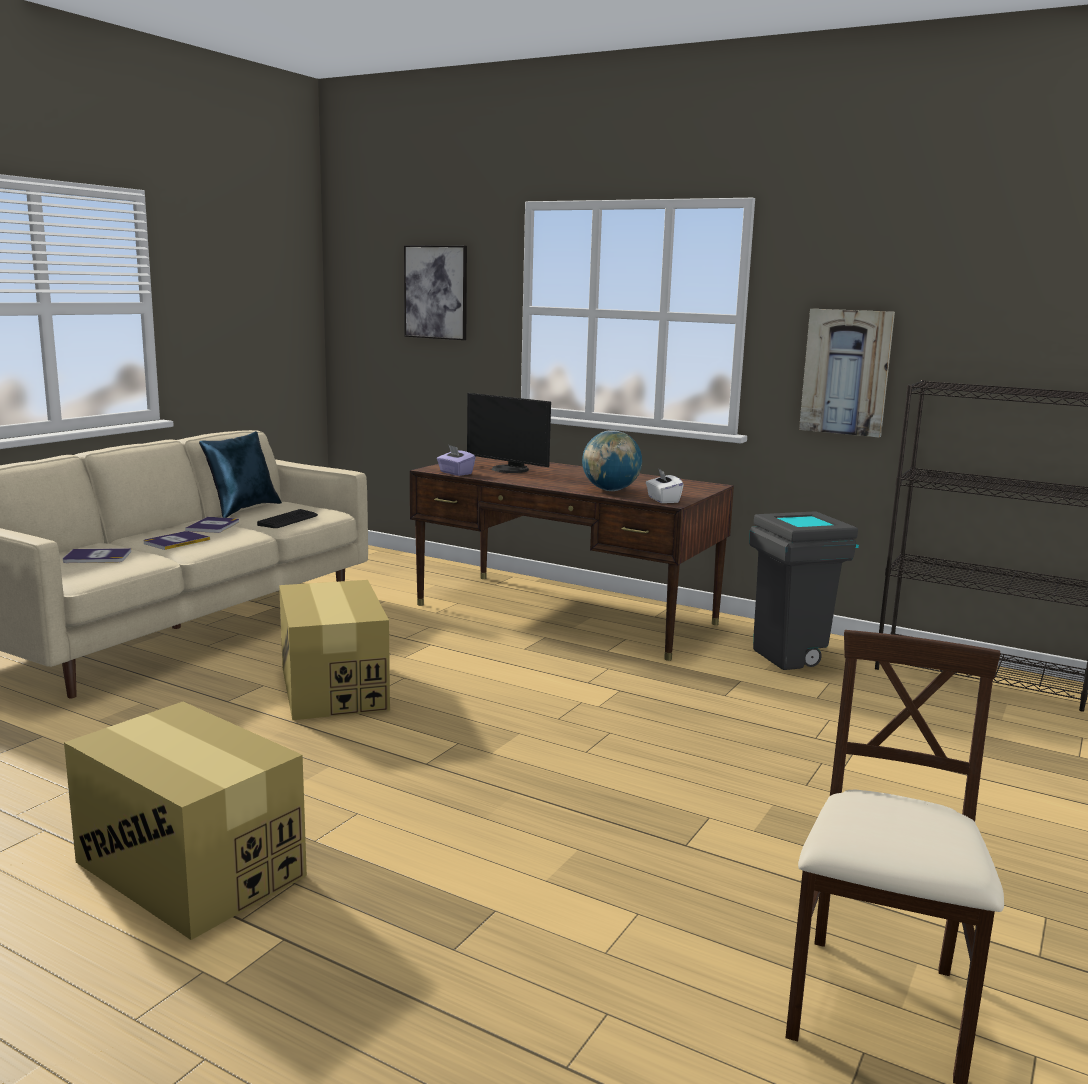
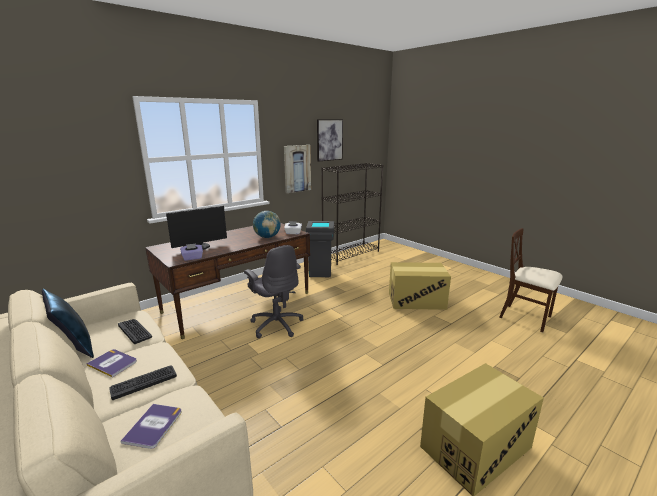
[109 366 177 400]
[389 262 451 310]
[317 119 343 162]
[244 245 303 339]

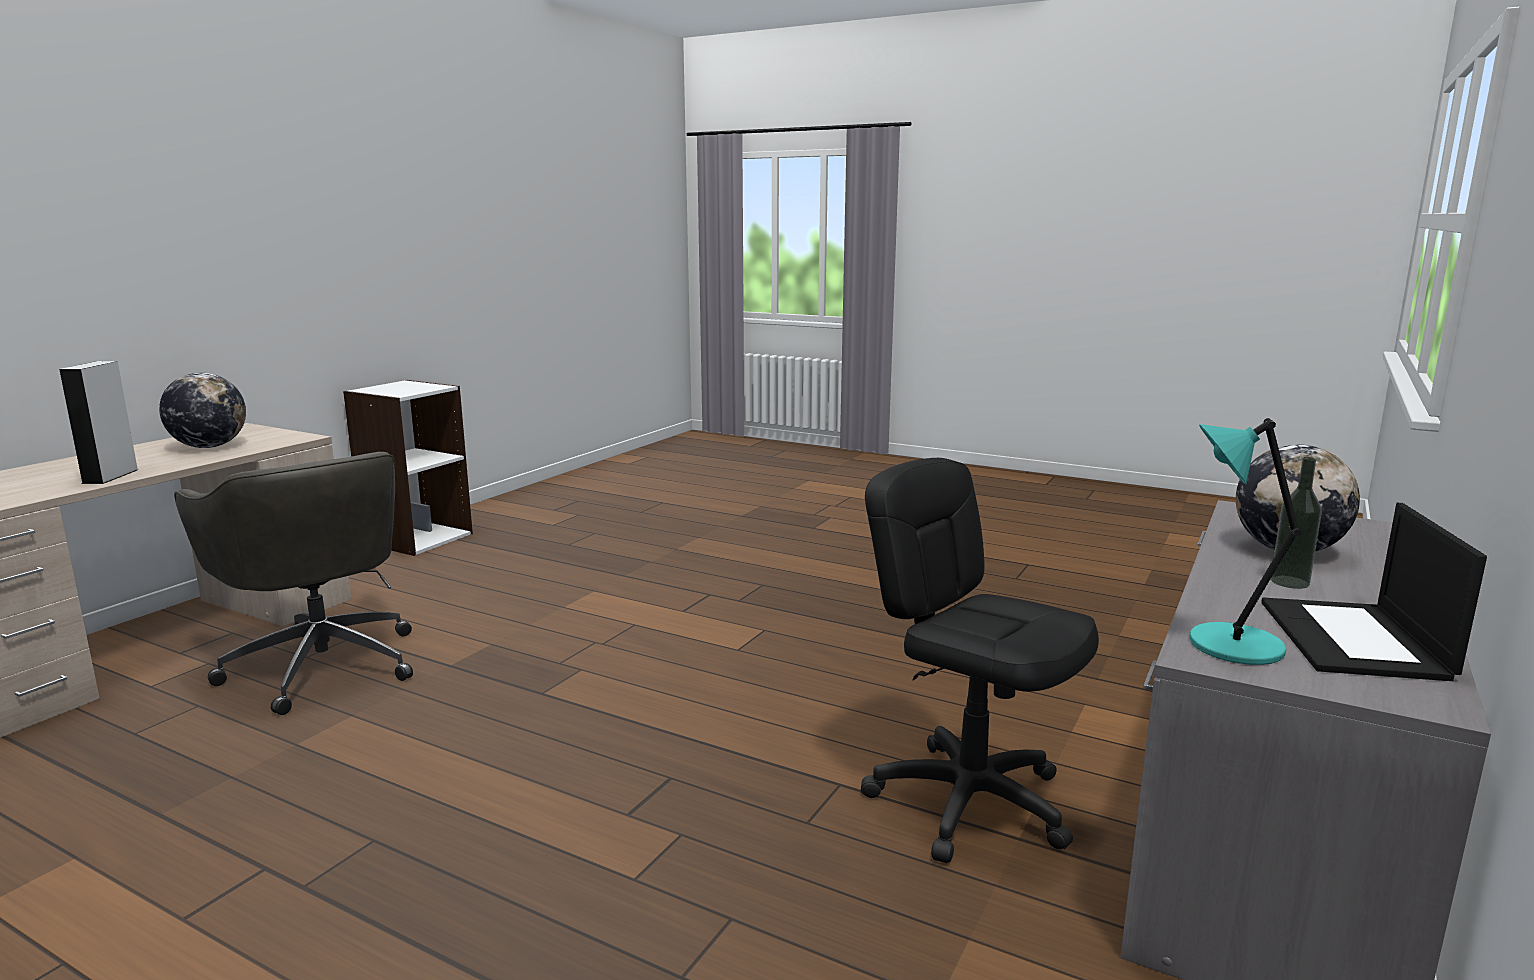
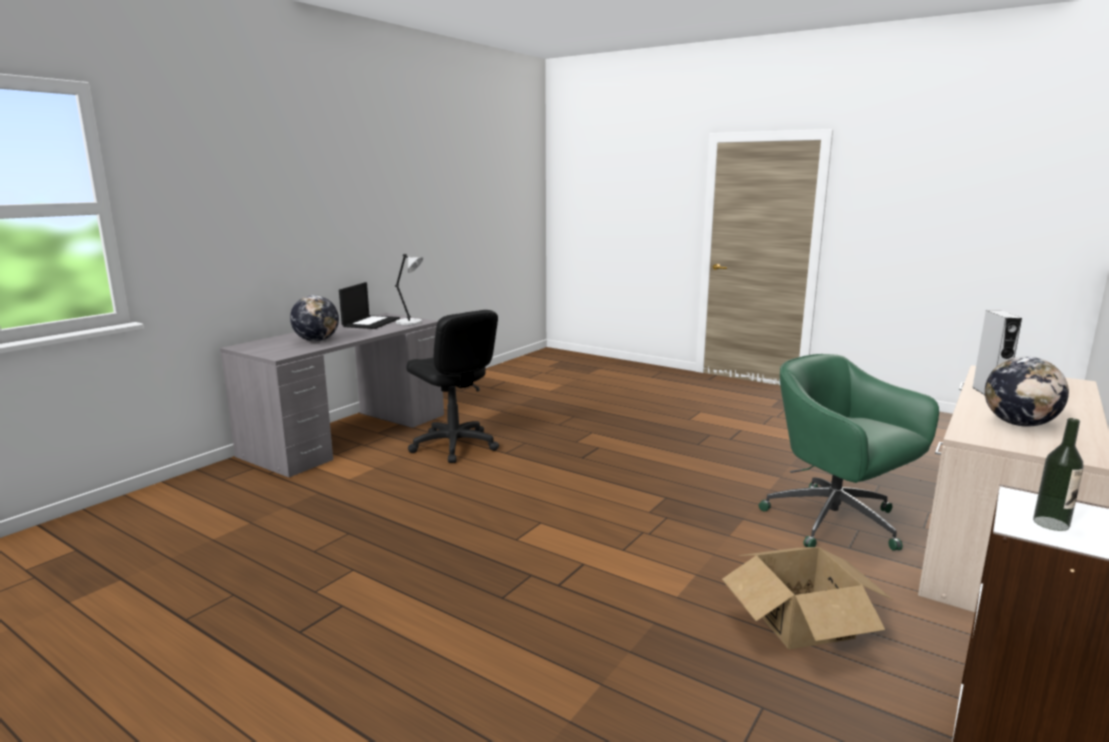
[759 354 939 551]
[395 254 423 325]
[1033 418 1084 531]
[722 547 893 649]

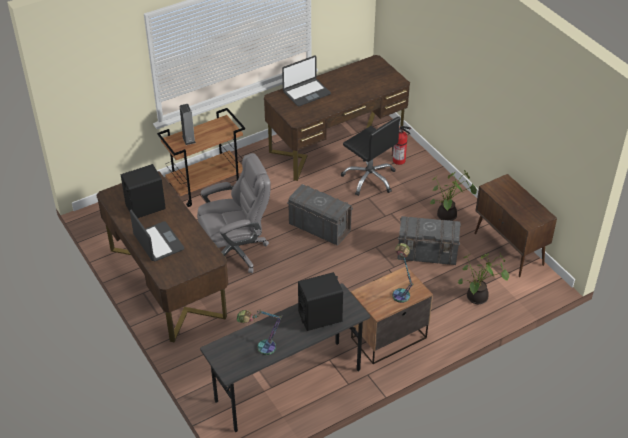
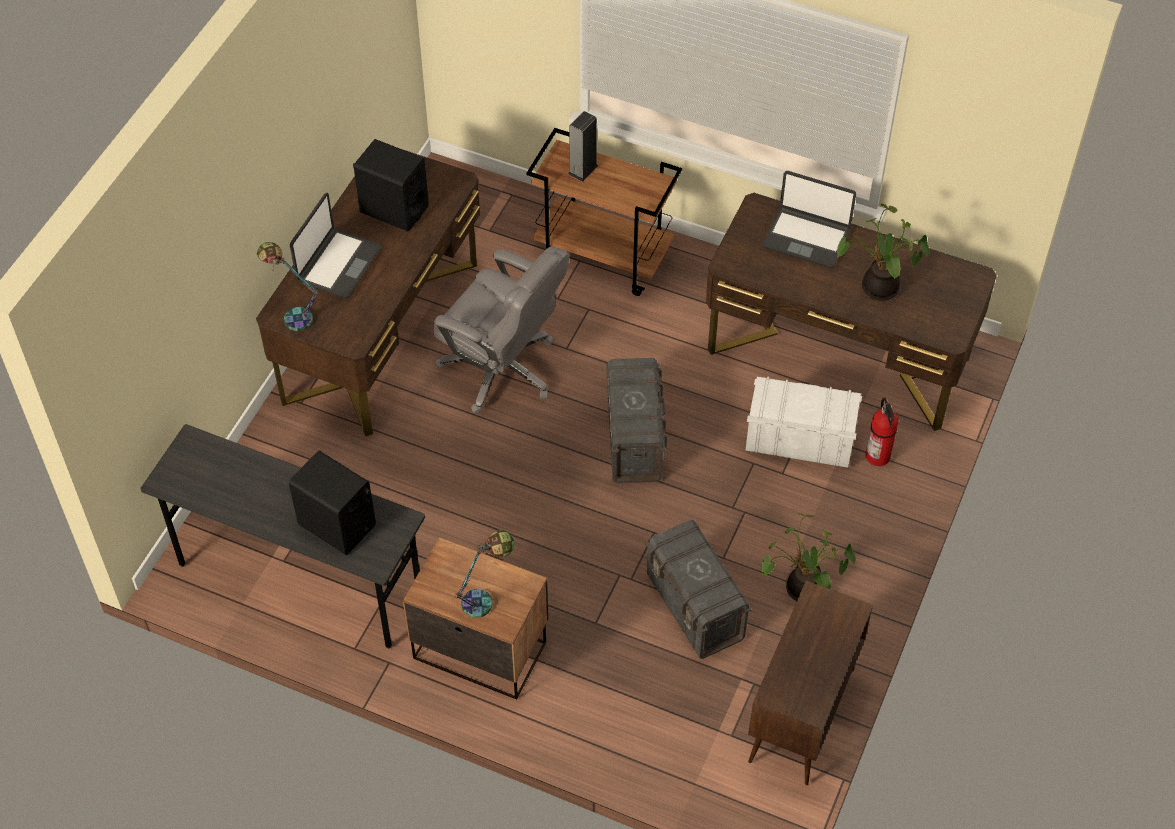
[257 242 320 331]
[746 376 862 468]
[837 204 930 301]

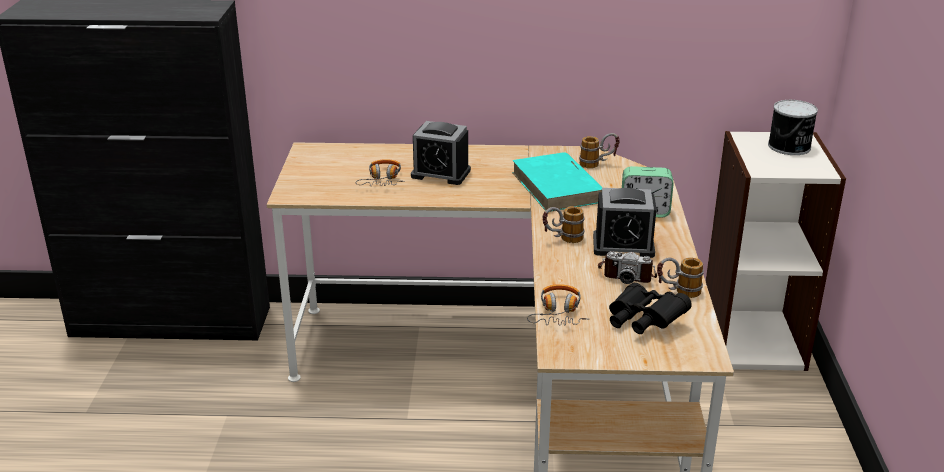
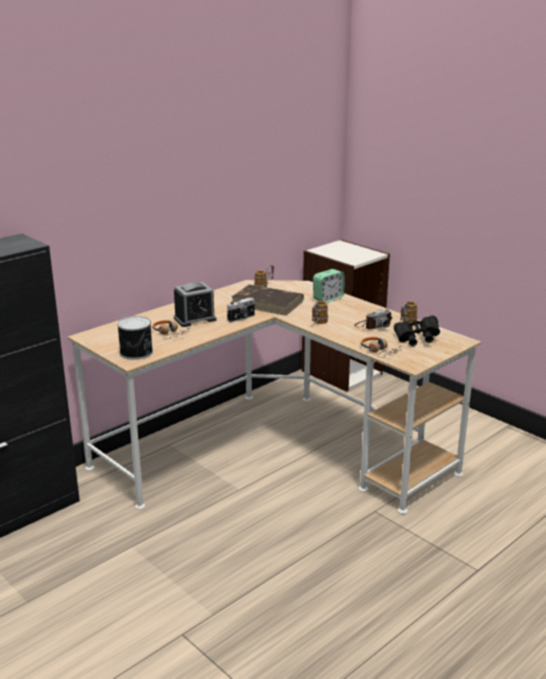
[232 284 304 316]
[593 188 656 258] (first image)
[117 316 153 360]
[227 298 255 323]

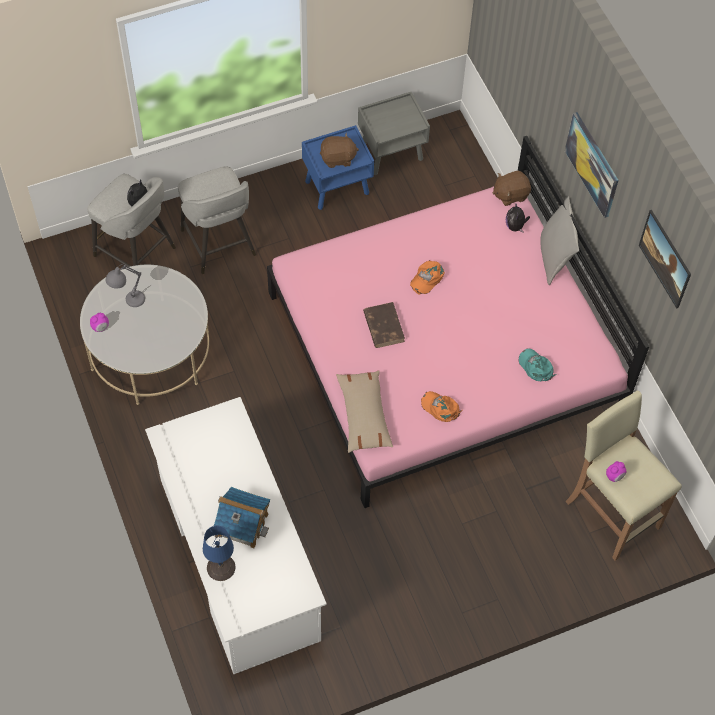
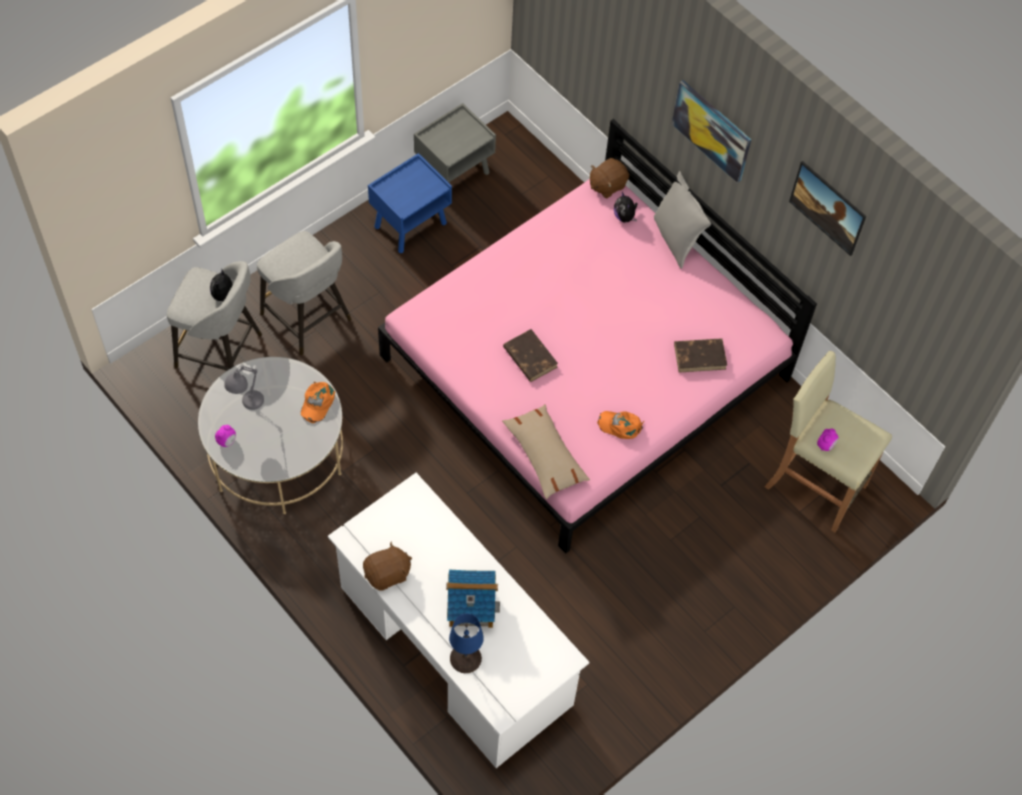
[363 542 412 591]
[301 382 335 423]
[674 338 727 372]

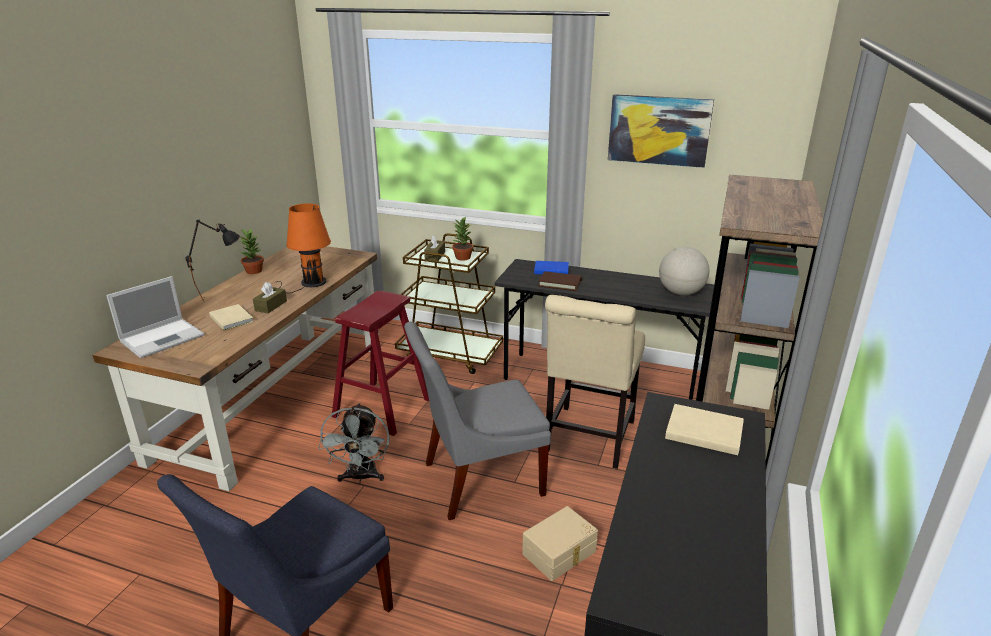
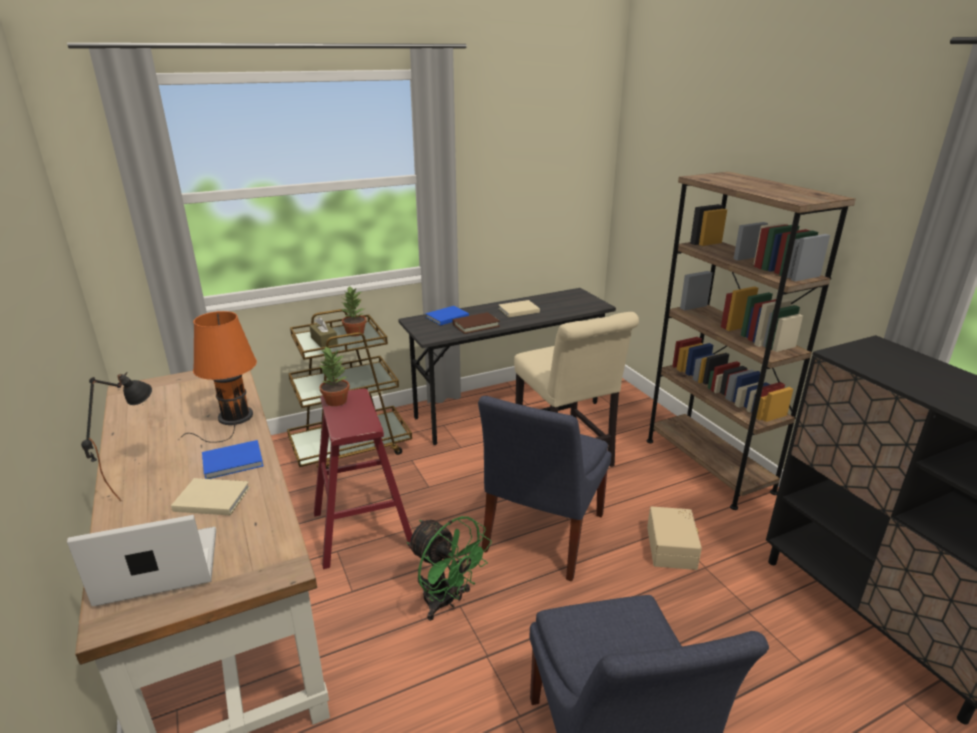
[67 515 216 606]
[319 347 350 406]
[202 440 263 479]
[407 516 492 621]
[478 396 612 581]
[608 94 714 168] (first image)
[659 247 709 295] (first image)
[498 300 540 317]

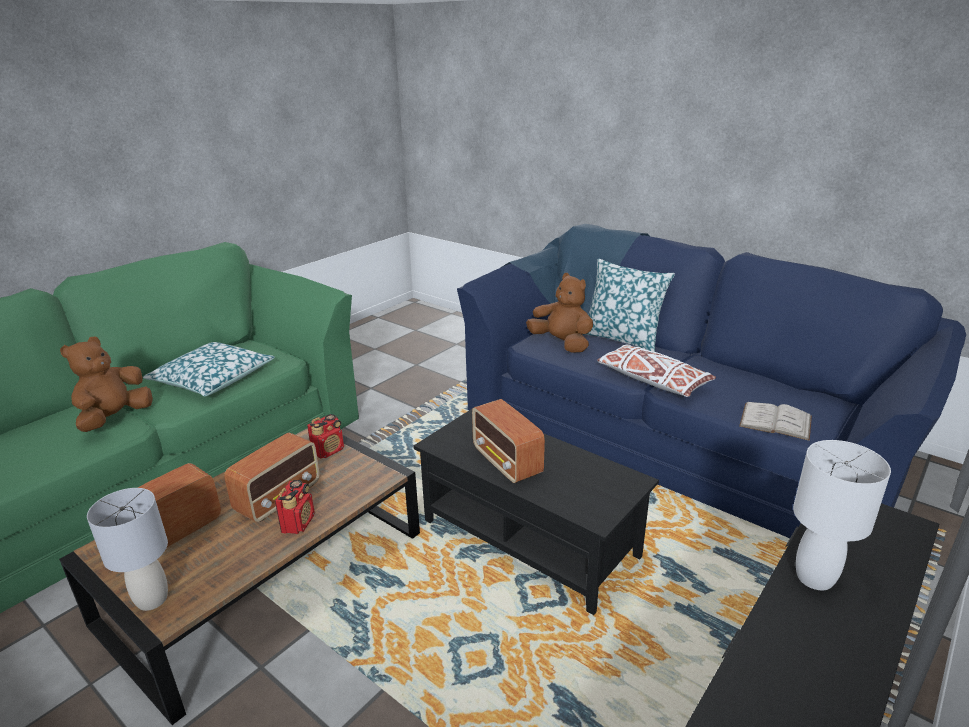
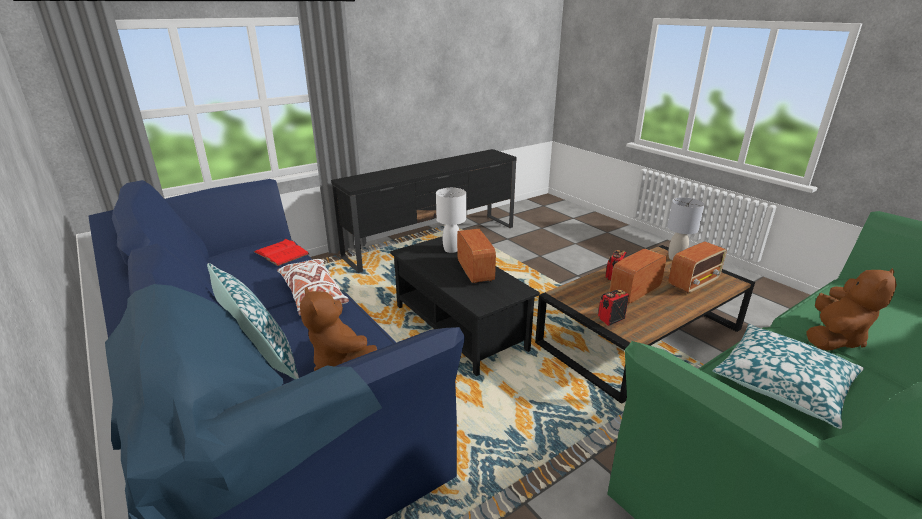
[254 239 309 266]
[436 188 466 253]

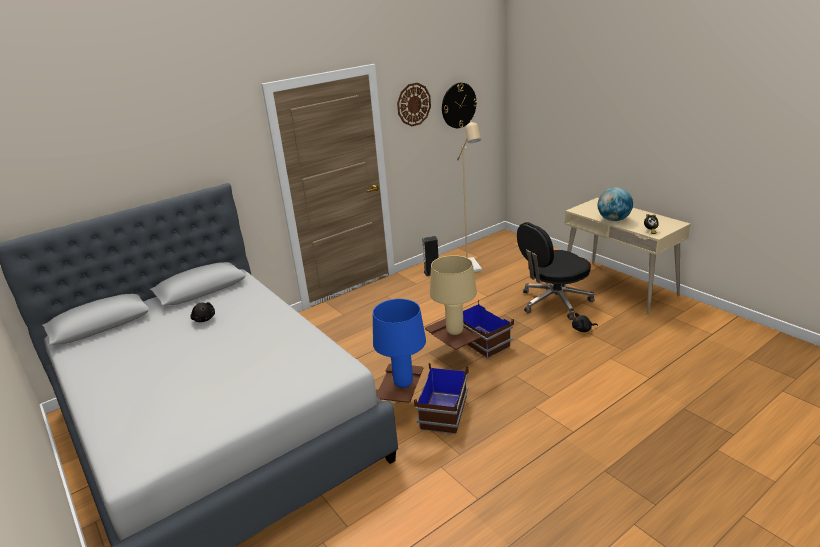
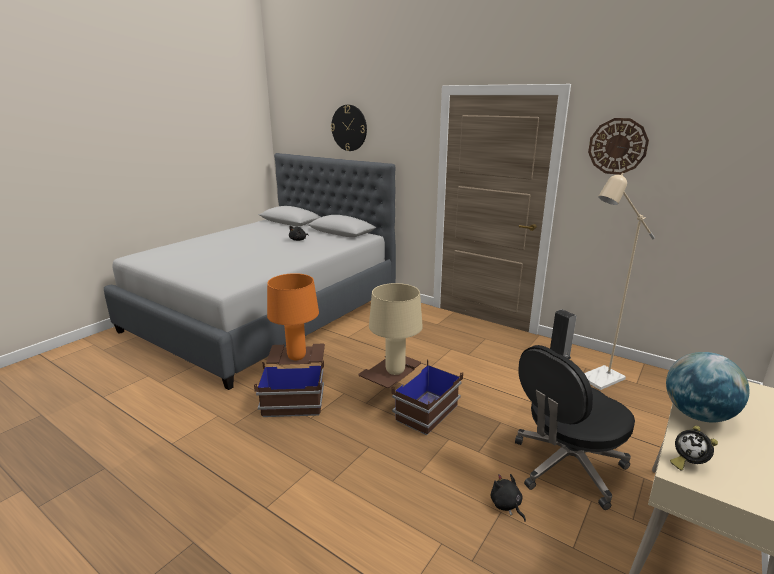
[267 273 319 360]
[331 105 367 151]
[515 345 635 510]

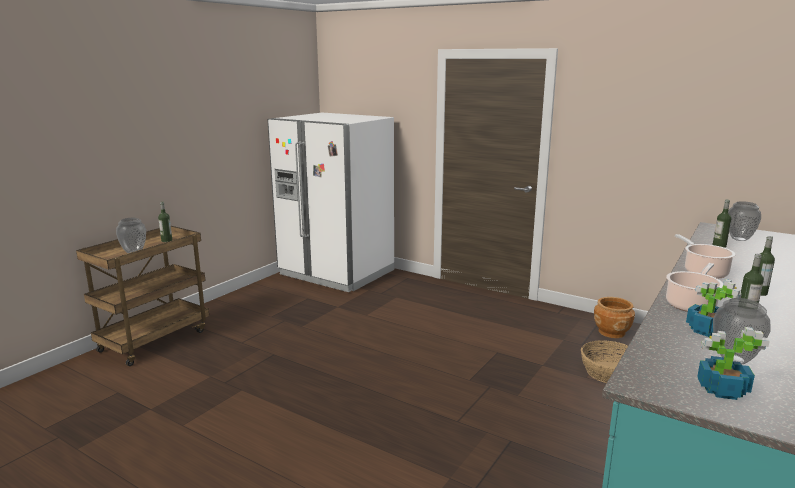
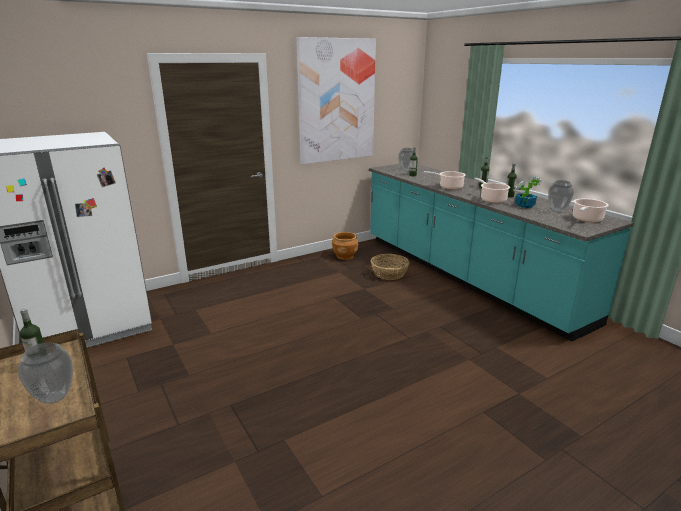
[573 199 609 222]
[296 37 376 164]

